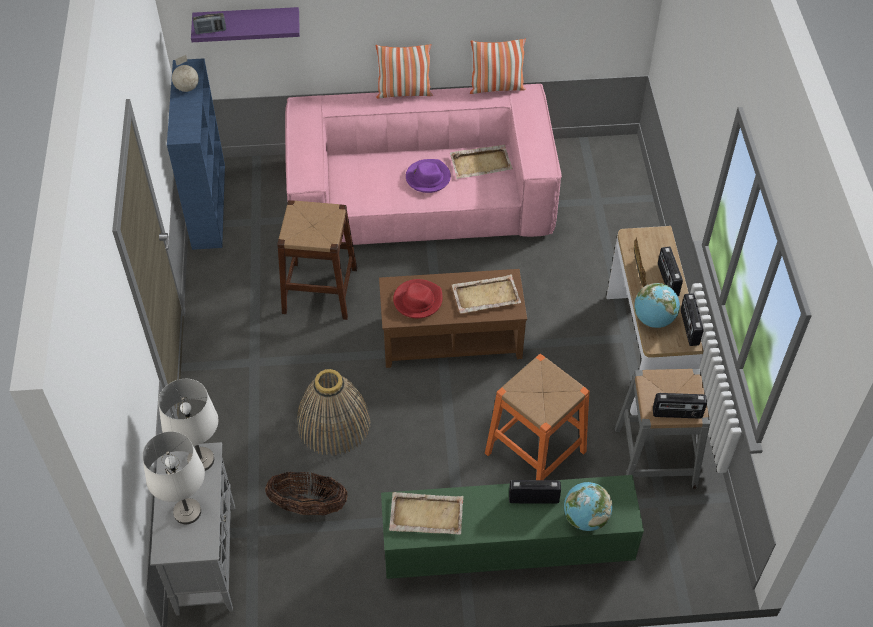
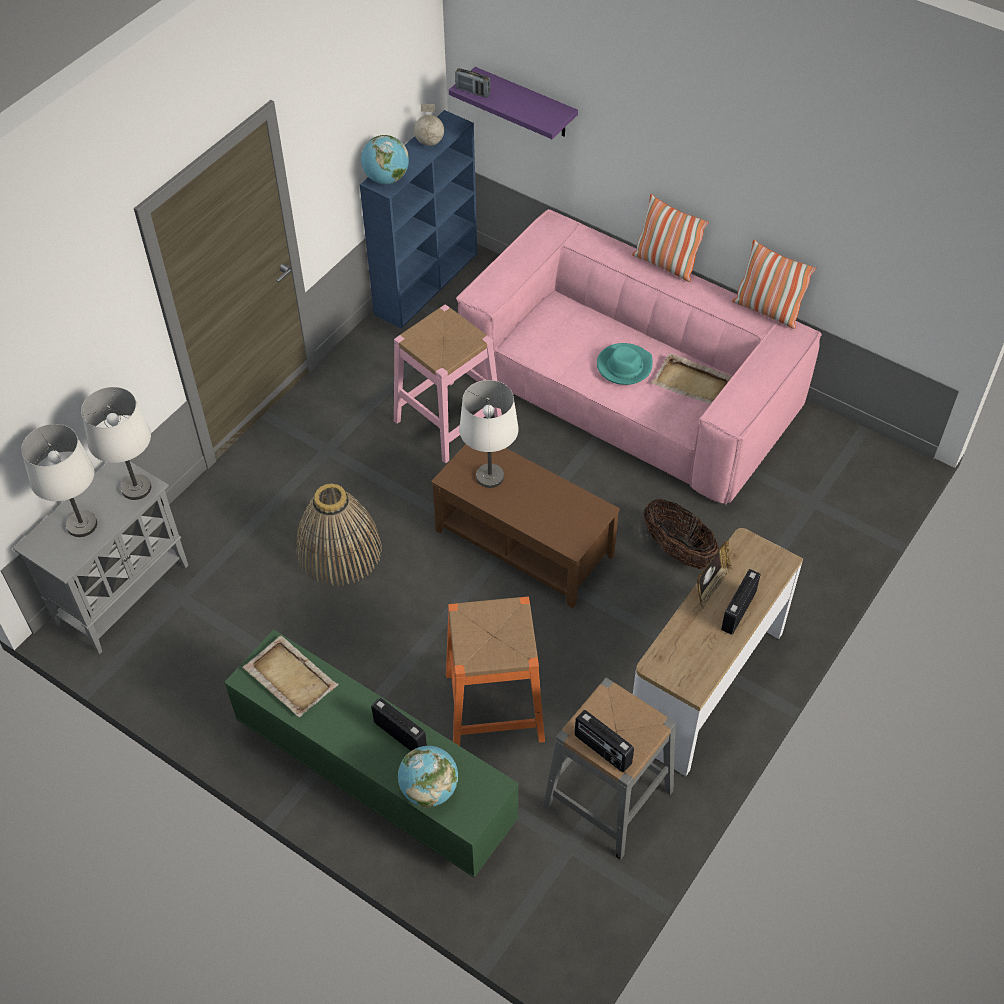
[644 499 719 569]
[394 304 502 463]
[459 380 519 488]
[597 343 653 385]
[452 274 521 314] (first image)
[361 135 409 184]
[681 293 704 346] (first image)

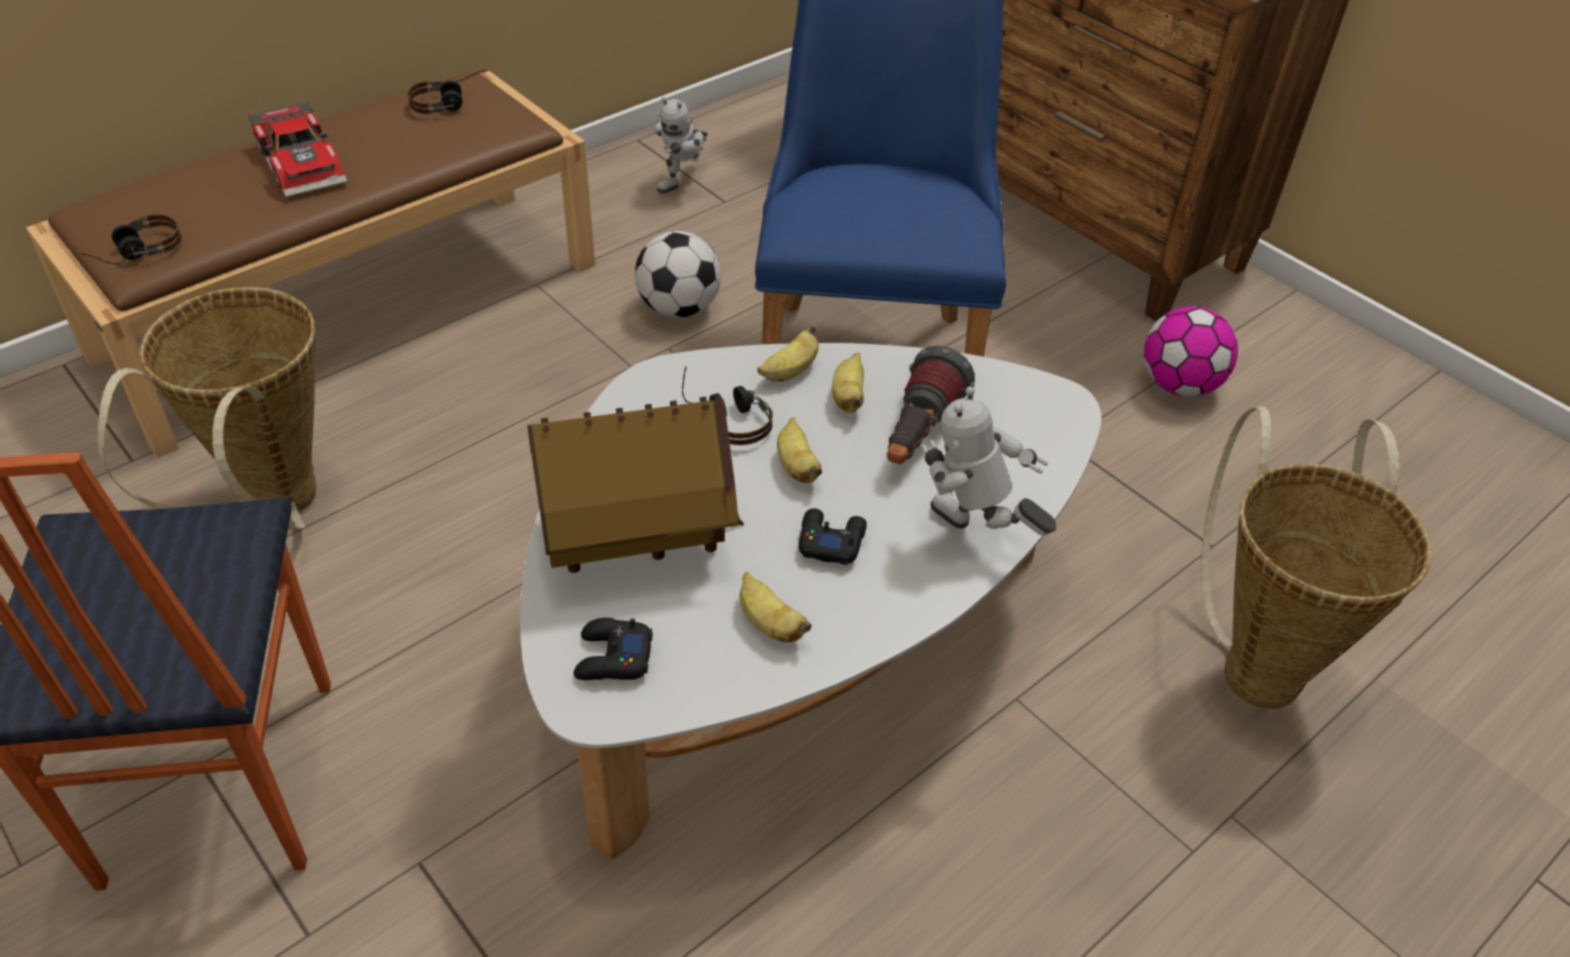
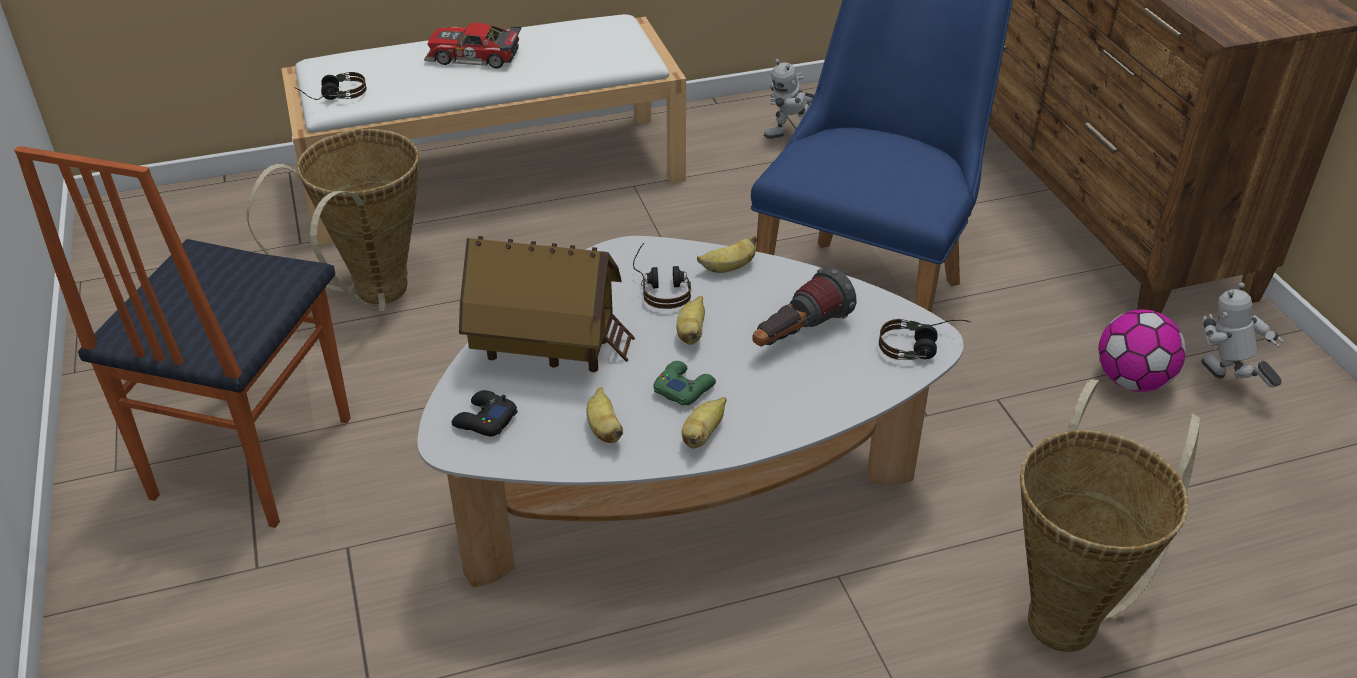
[281 14 686 245]
[424 22 522 68]
[879 319 971 360]
[635 231 721 318] (first image)
[653 361 716 405]
[682 397 727 449]
[1201 282 1284 387]

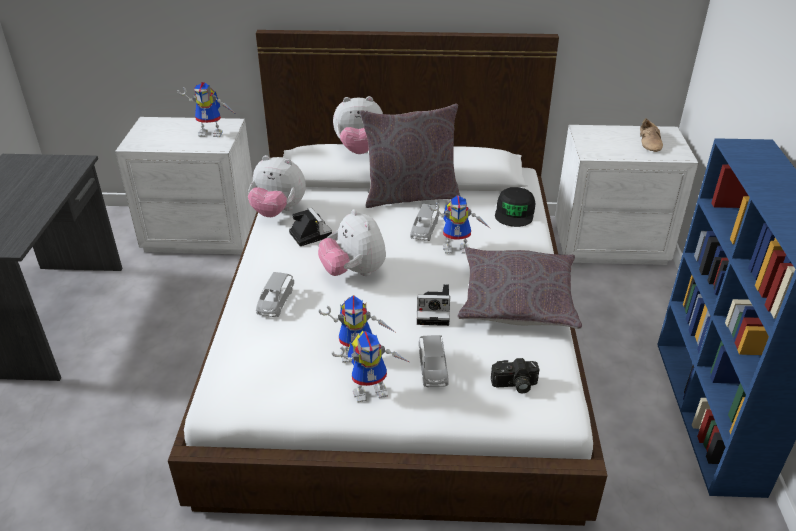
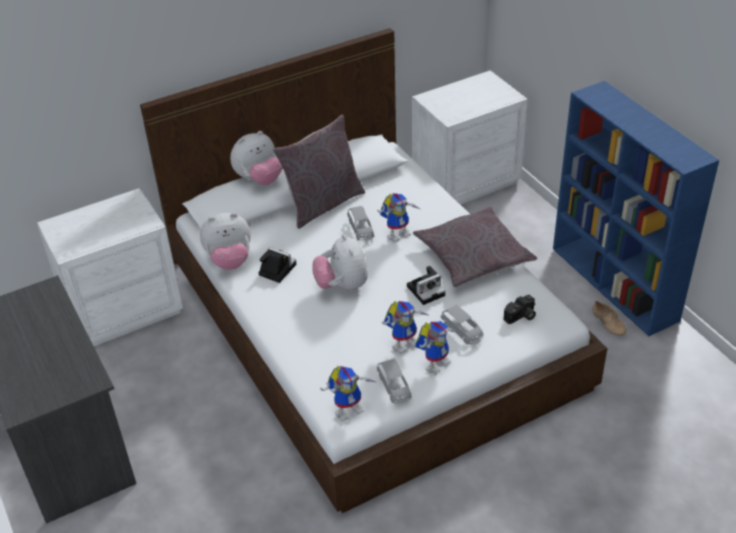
[320 365 376 421]
[377 359 412 403]
[312 235 368 291]
[495 187 536 227] (first image)
[592 300 626 336]

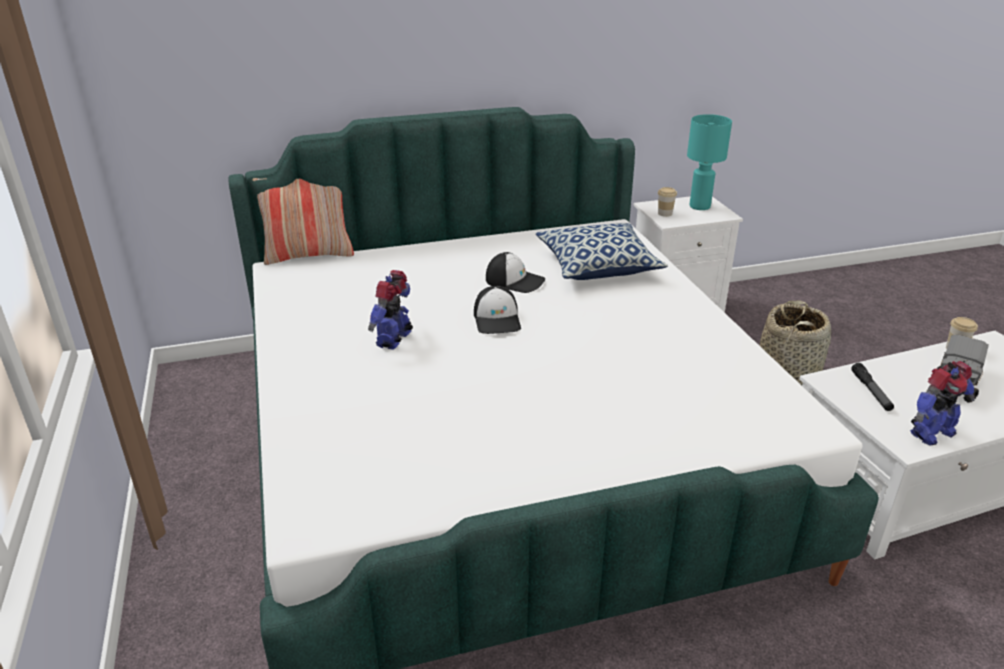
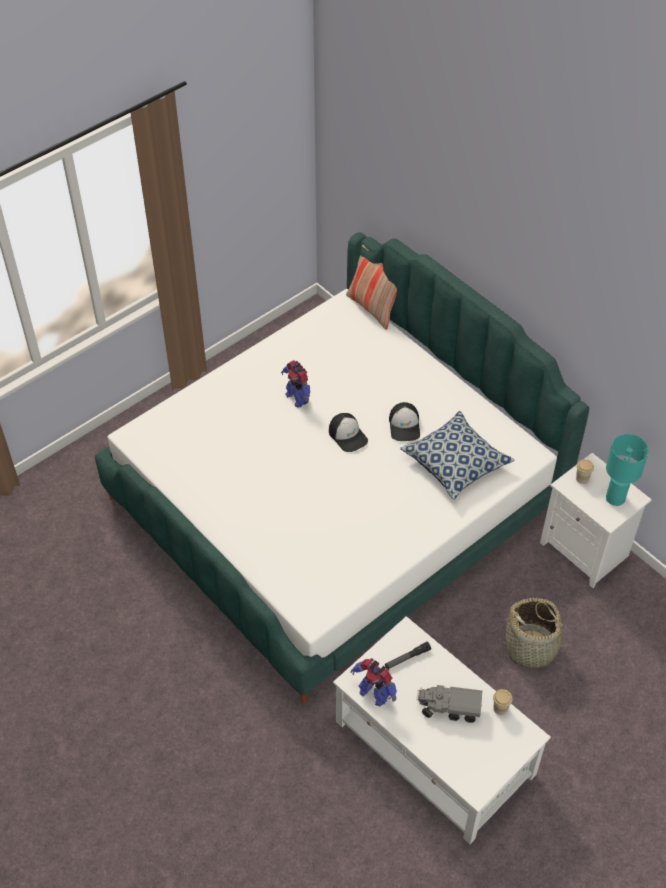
[281 360 310 408]
[329 413 368 452]

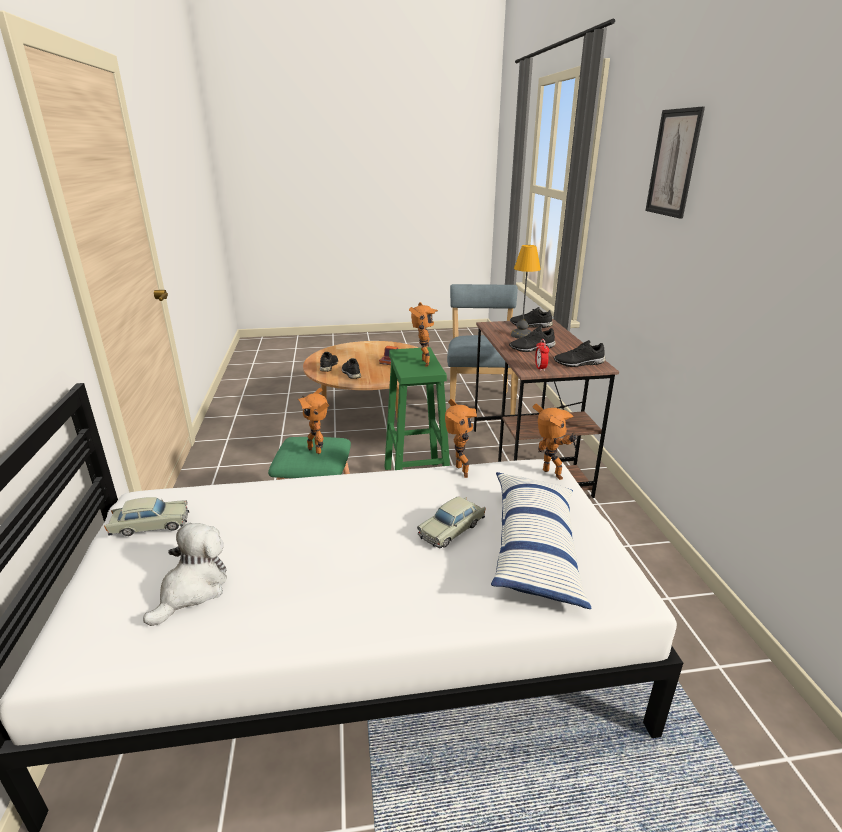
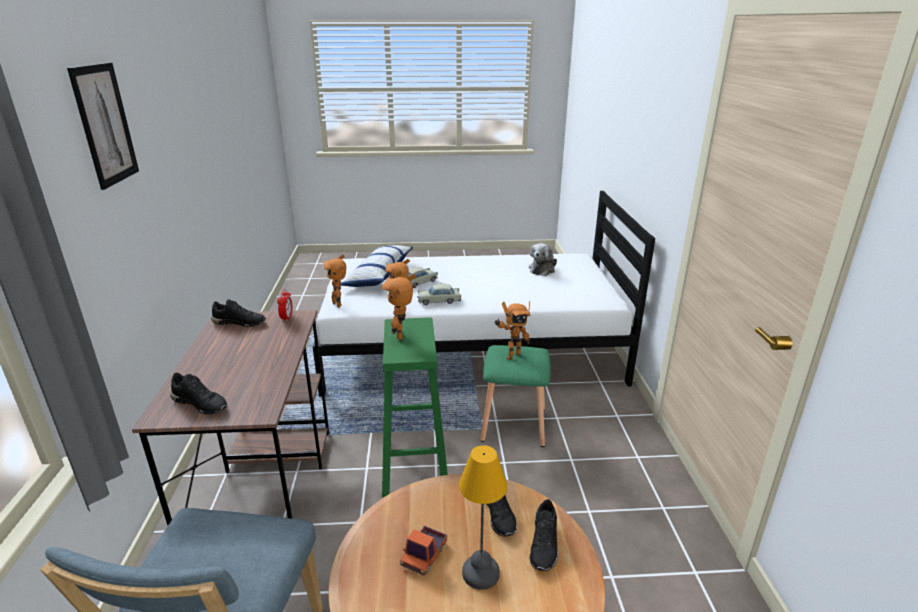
[418 284 461 305]
[494 301 531 360]
[509 326 556 352] (first image)
[459 445 507 590]

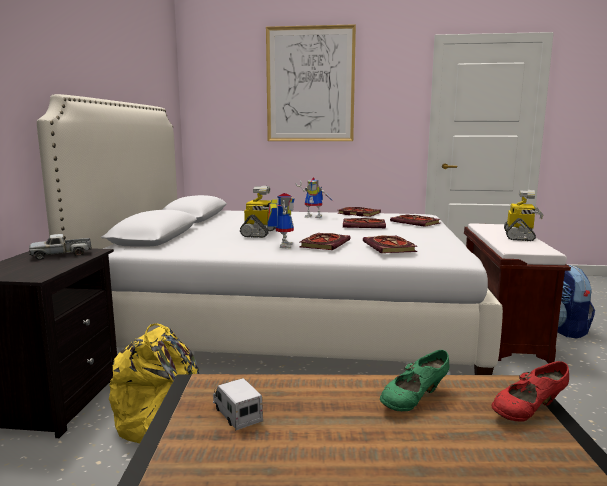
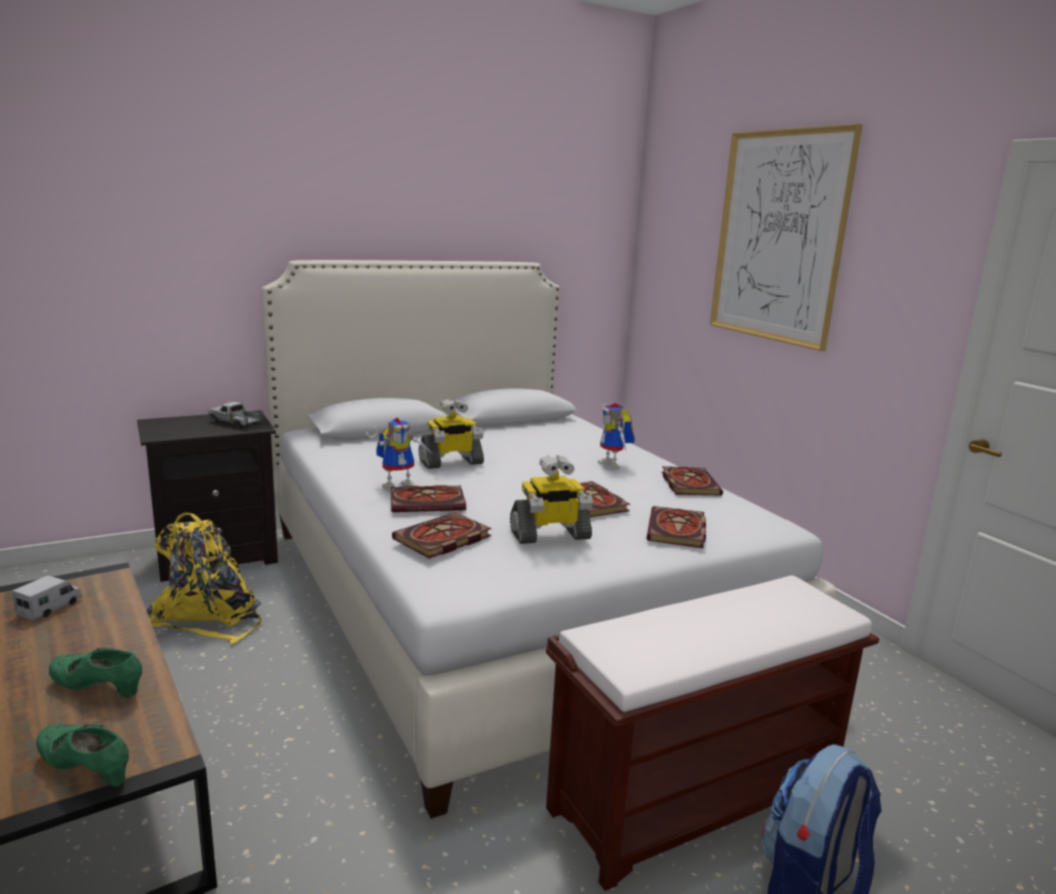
[36 724 129 787]
[510 455 593 544]

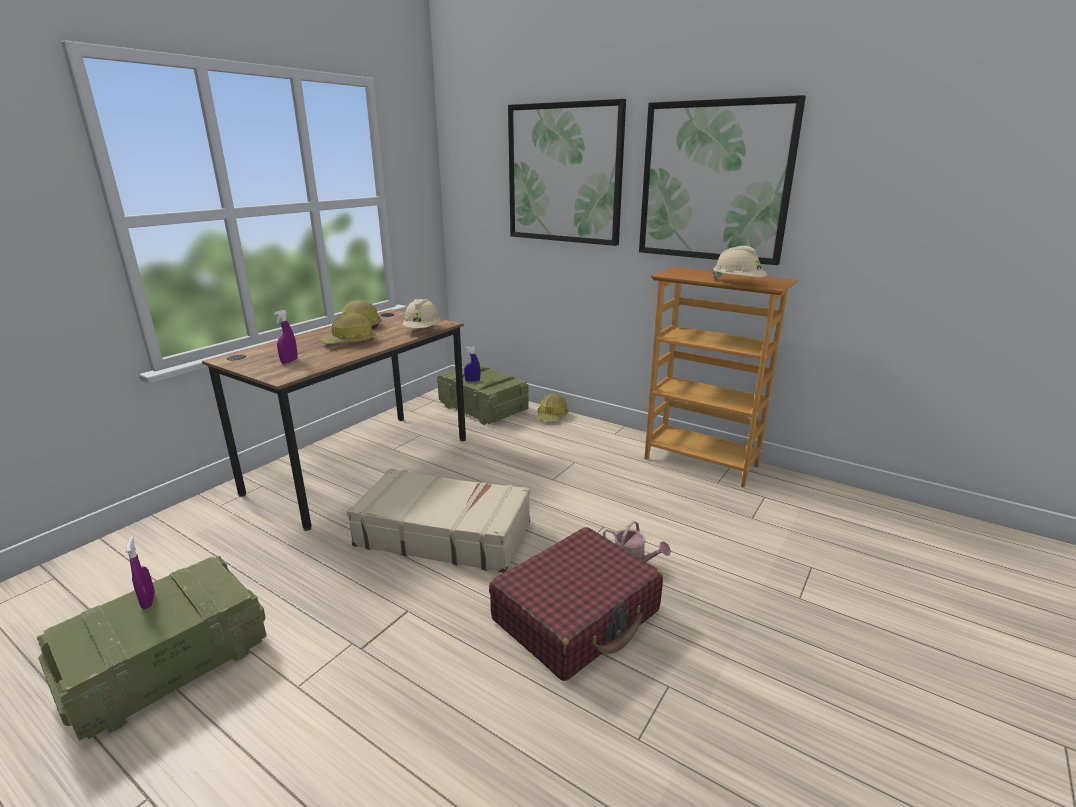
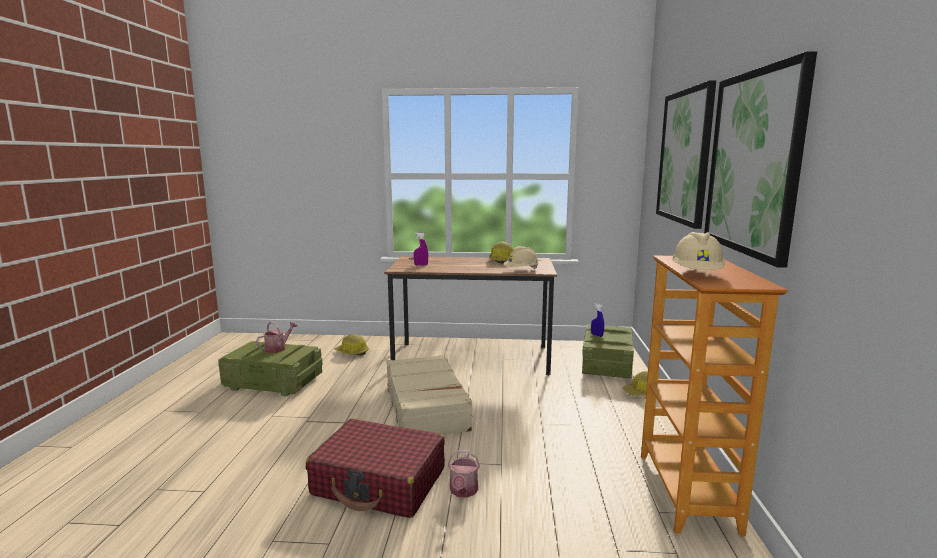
[256 321 297 353]
[335 334 368 356]

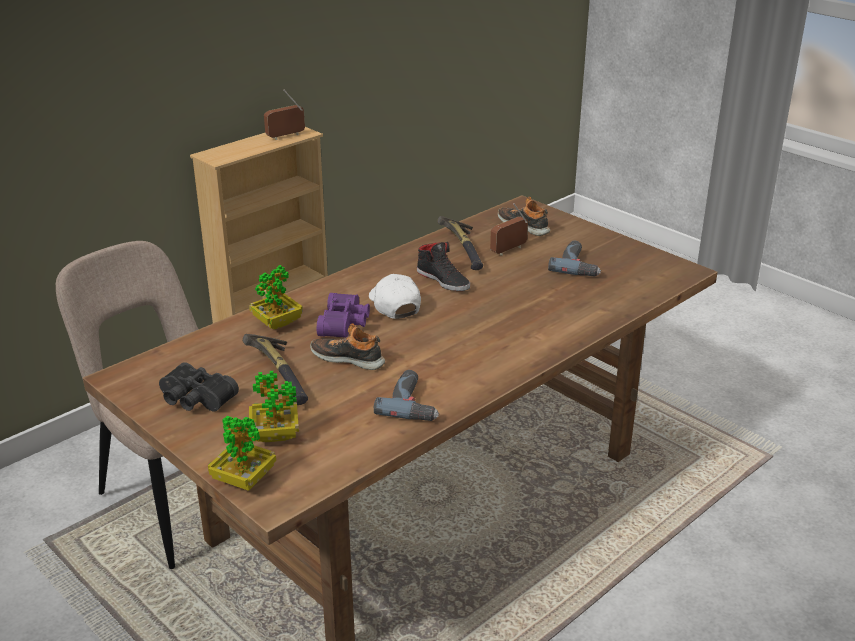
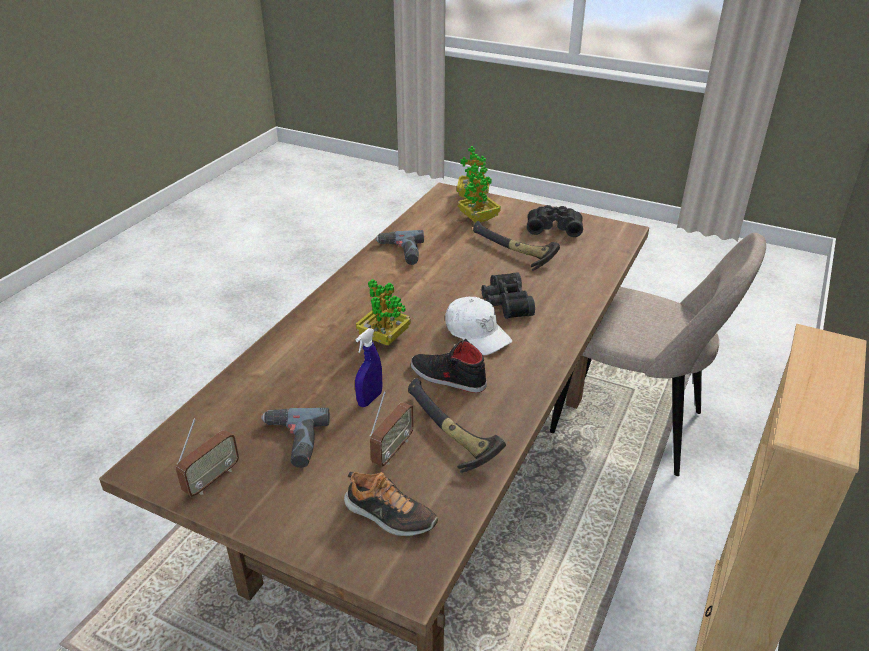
[356 279 411 345]
[176 419 239 497]
[310 323 385 370] (first image)
[481 272 535 319]
[355 328 382 407]

